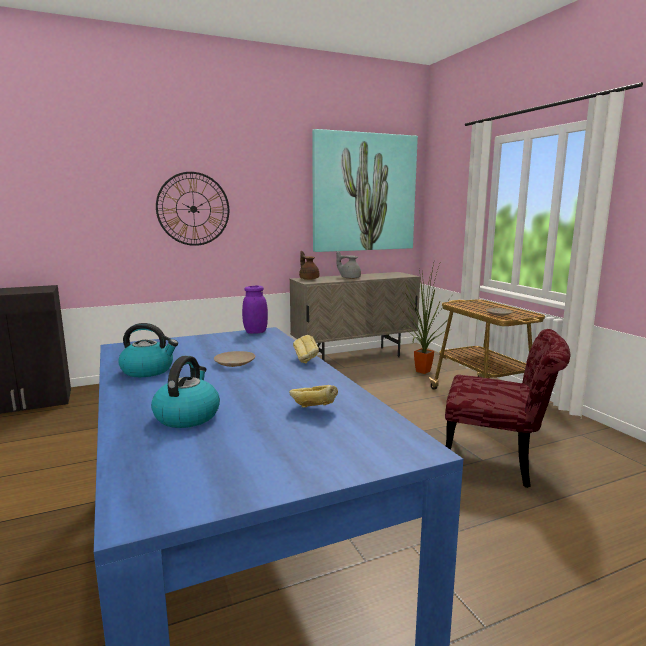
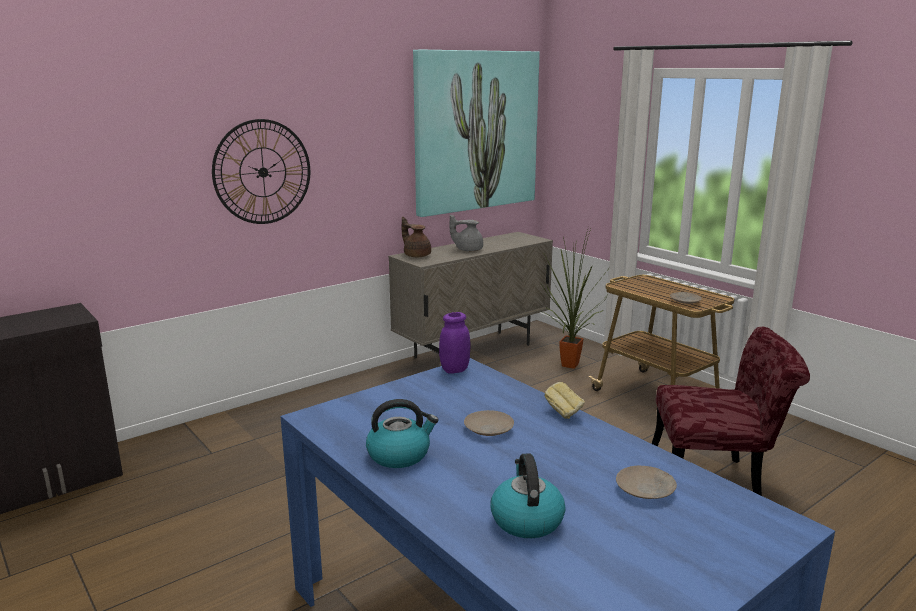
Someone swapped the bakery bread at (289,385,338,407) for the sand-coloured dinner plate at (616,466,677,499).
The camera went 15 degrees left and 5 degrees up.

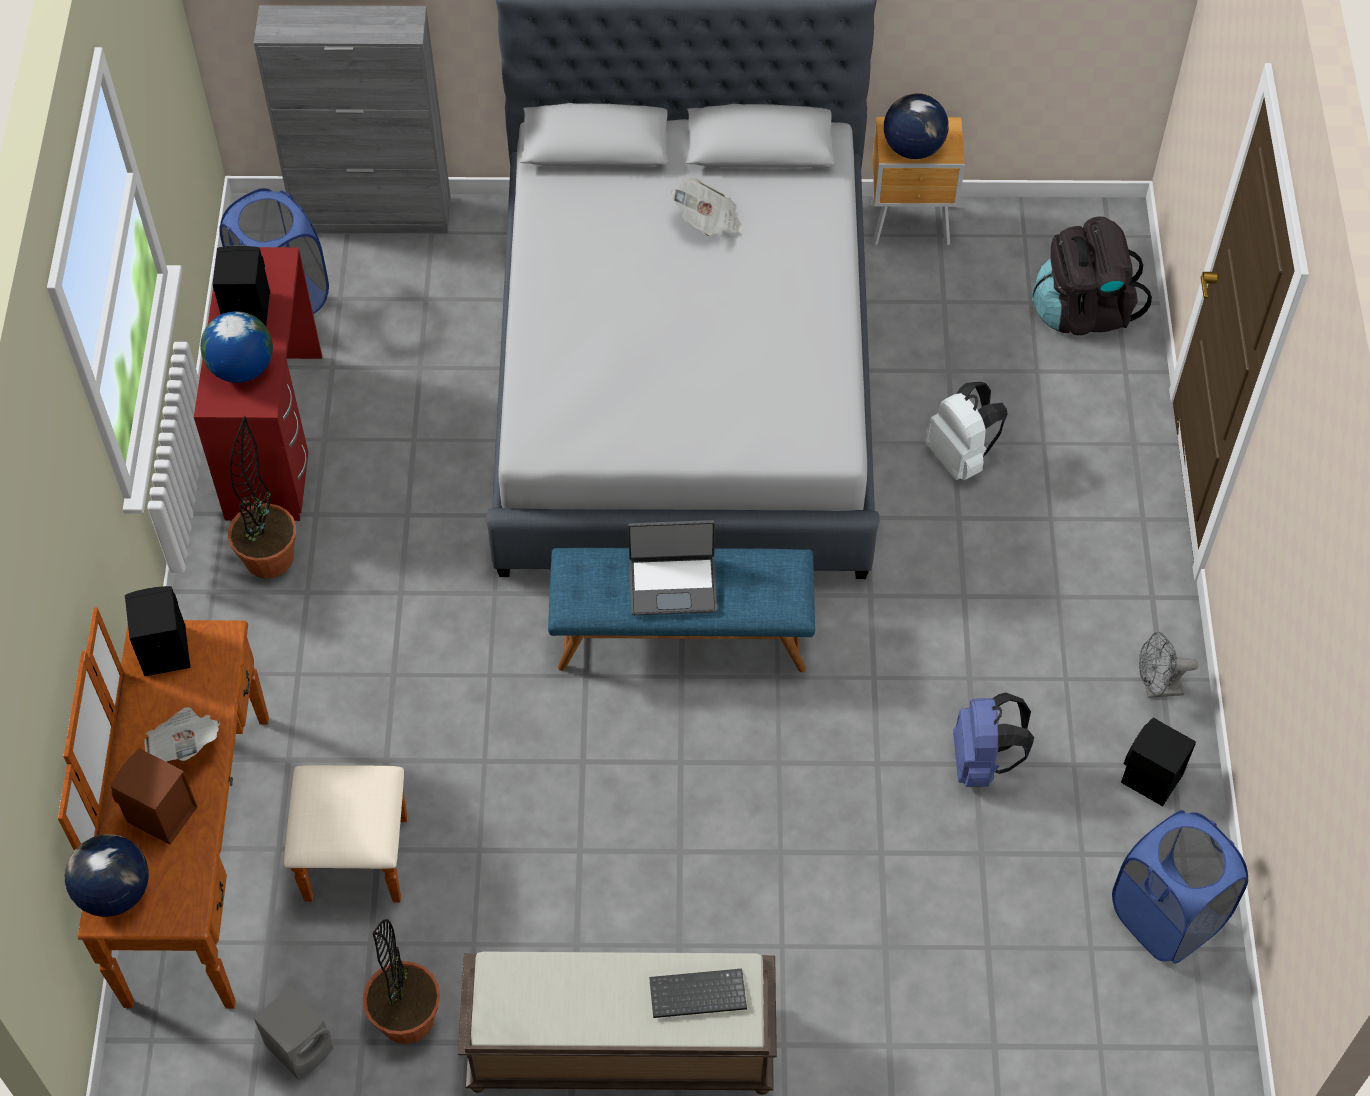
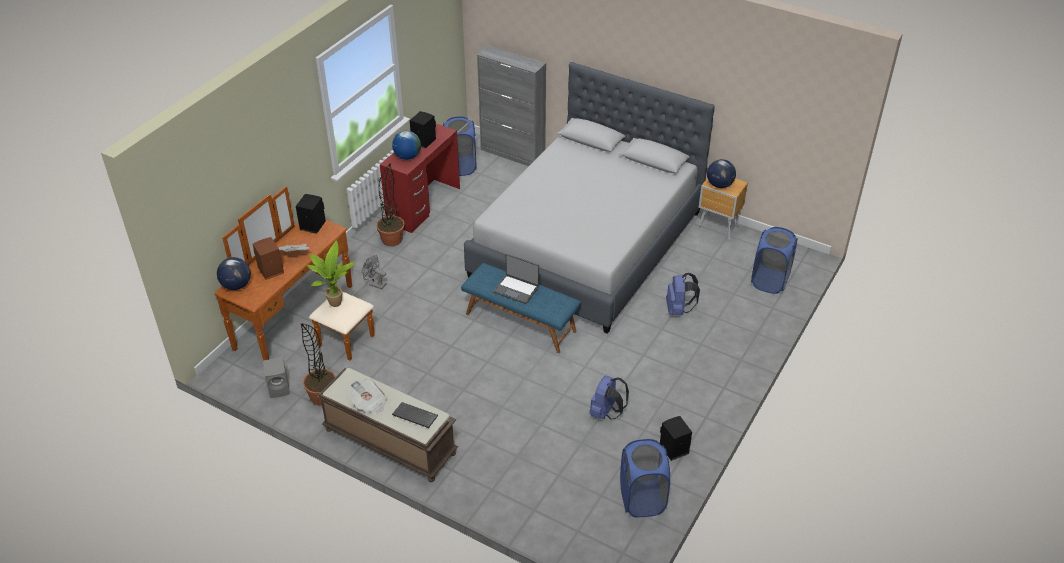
Someone carried the daily paper from (671,178,744,237) to (349,379,387,415).
Someone repainted the white-coloured backpack at (925,382,1008,480), which became the blue backpack at (666,273,700,315).
Someone swapped the blackish backpack at (1032,217,1152,335) for the blue hamper at (751,227,797,294).
Someone carried the grey cooling fan from (1139,632,1199,698) to (362,255,387,289).
Someone put down the plant in a pot at (306,240,356,307).
The camera went 30 degrees right and 15 degrees down.

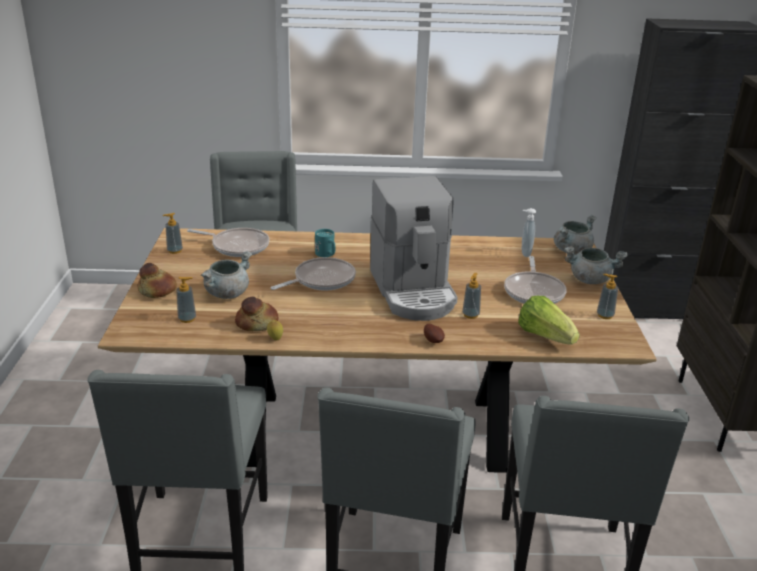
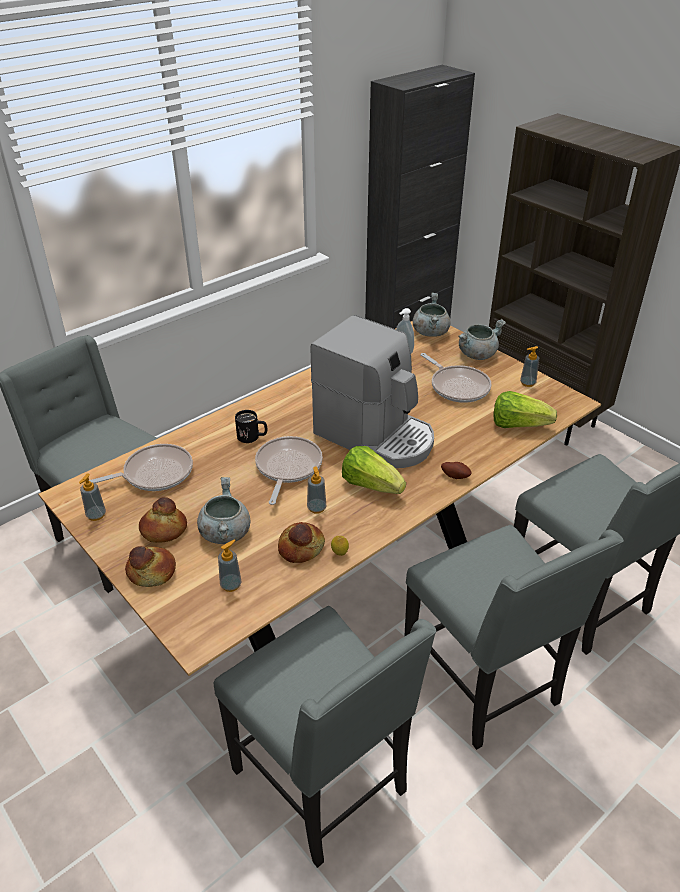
Someone repainted the blue-green mug at (315,229,335,257), which became the blackish mug at (235,410,267,443).
Someone carried the liquid soap bottle from (462,273,481,319) to (307,466,326,514).
Someone put down the bakery bread at (139,497,187,543).
Someone put down the lettuce head at (342,446,406,494).
The camera went 40 degrees left and 10 degrees up.

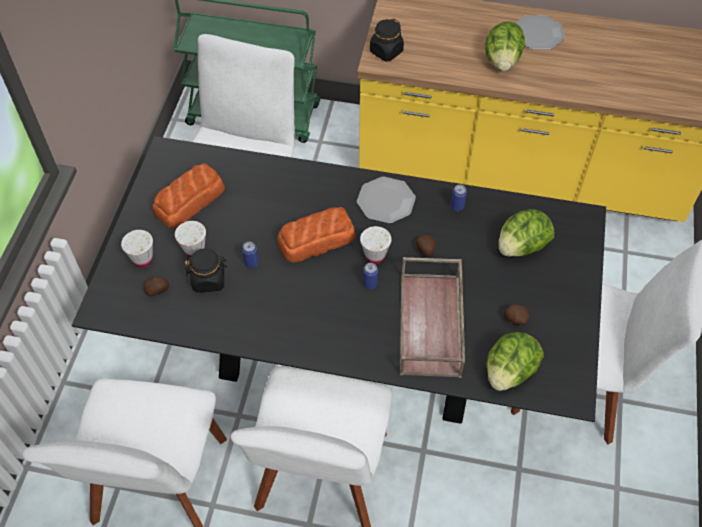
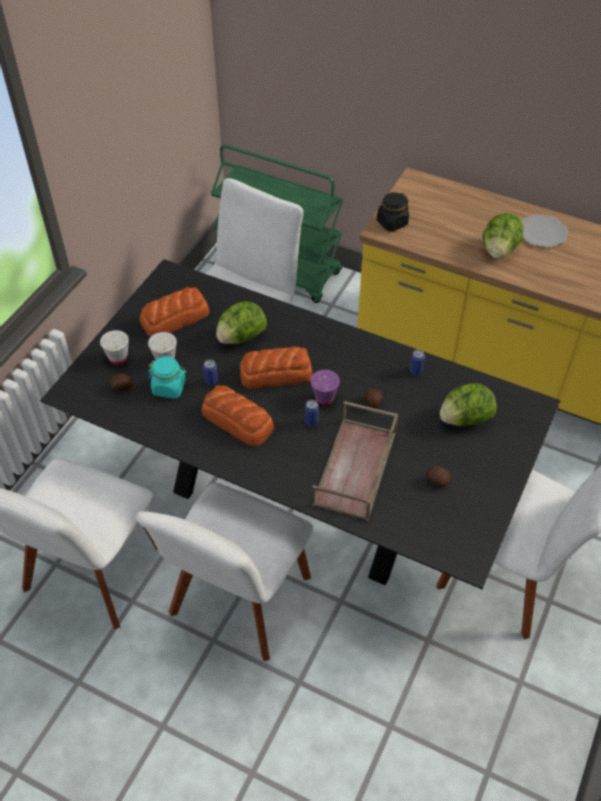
Someone repainted the blackish storage jar at (185,248,227,292), which became the blue-green storage jar at (148,356,186,399).
Someone took away the dinner plate at (357,177,416,223).
Someone repainted the white-coloured drinking cup at (360,226,392,264), which became the purple-coloured drinking cup at (310,369,340,405).
Someone carried the lettuce head from (486,332,544,391) to (216,301,267,344).
Someone put down the bakery bread at (202,385,274,446).
The camera went 15 degrees right and 5 degrees down.

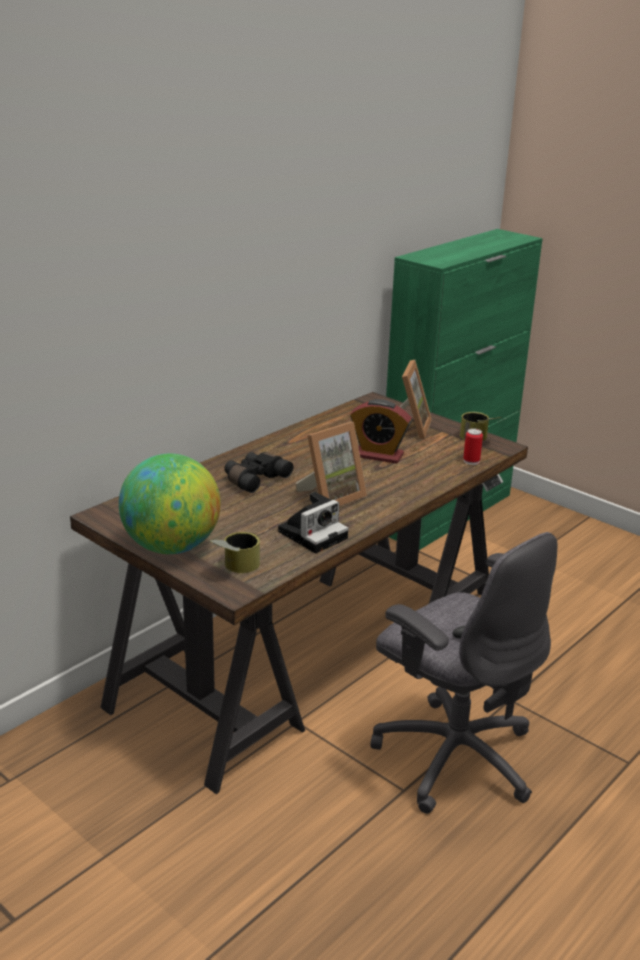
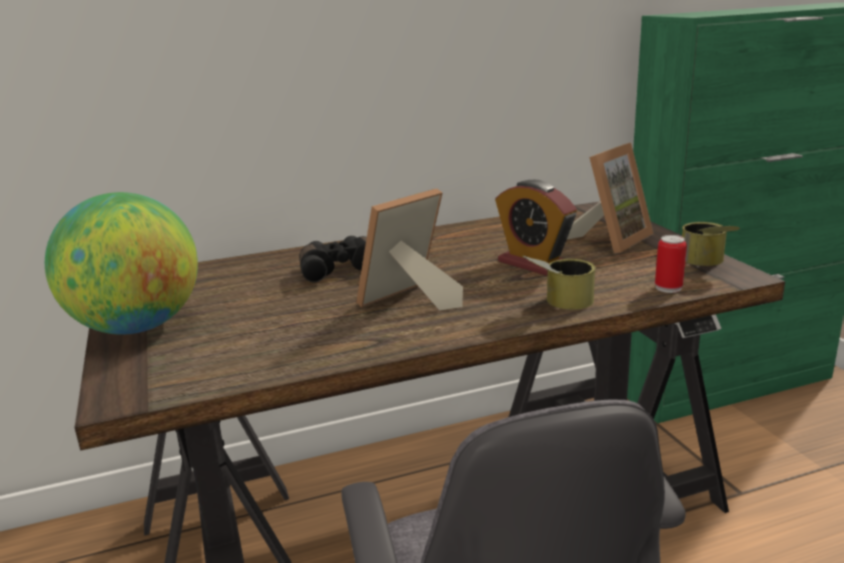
Someone carried the sealed can from (210,532,260,573) to (522,256,596,310).
Someone took away the photo camera at (278,492,349,553).
Someone rotated the photo frame at (296,422,367,507) by 150 degrees clockwise.
The camera went 30 degrees right and 5 degrees down.

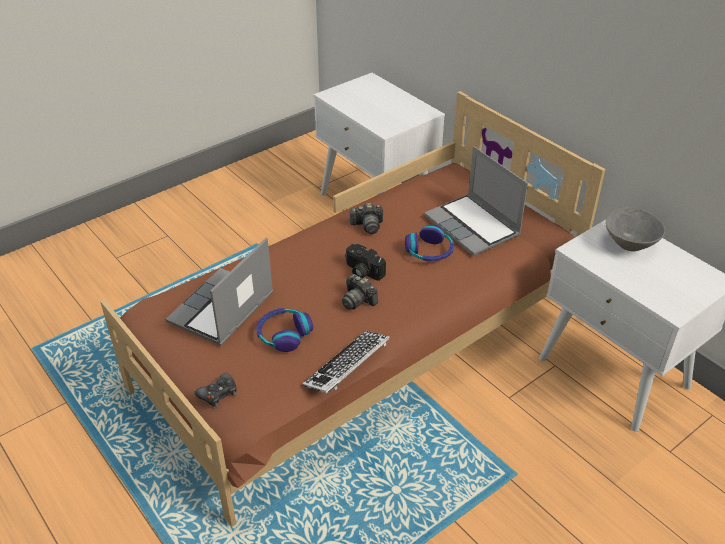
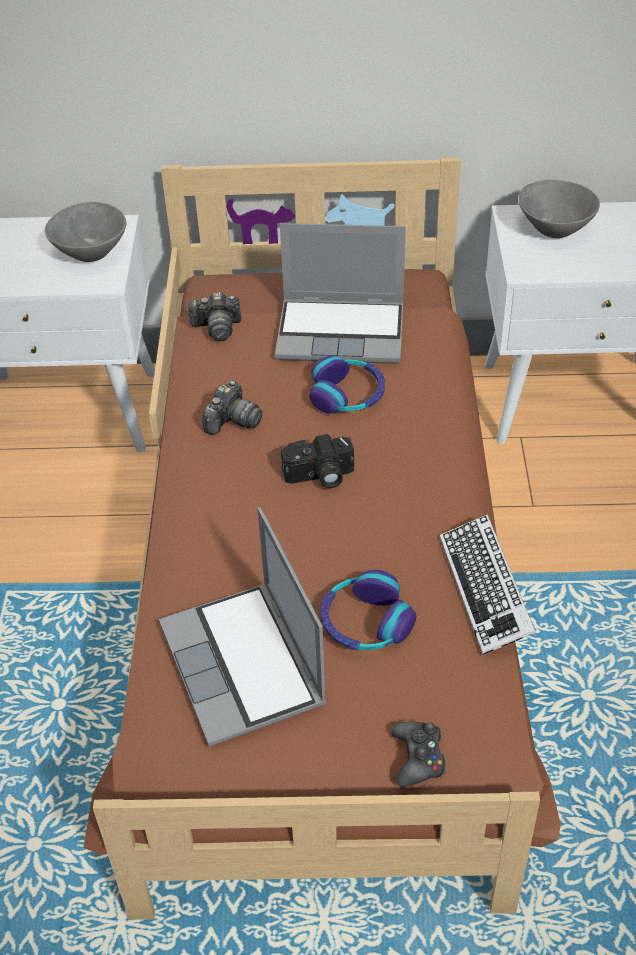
Someone carried the photo camera from (342,274,378,310) to (187,292,241,341).
Someone put down the grey bowl at (45,202,126,262).
The camera went 50 degrees left and 5 degrees up.

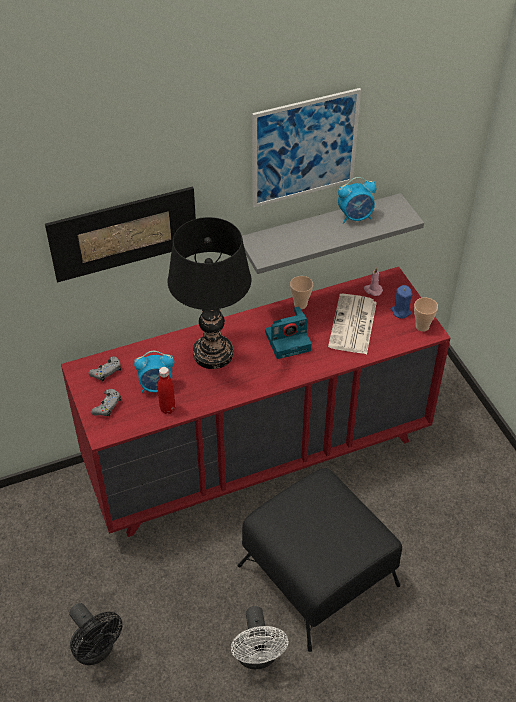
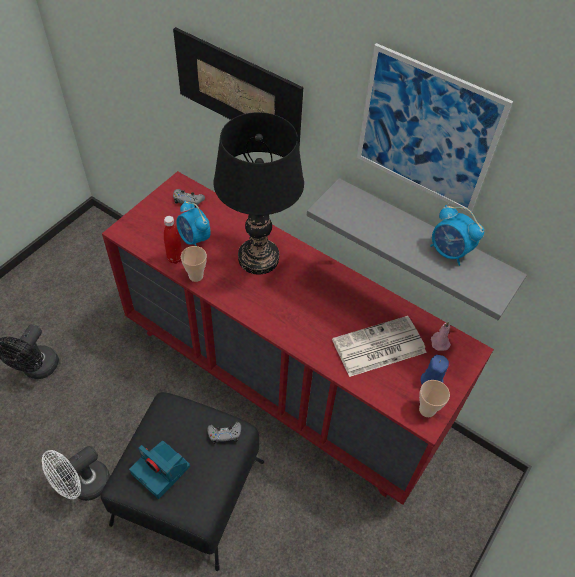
Someone carried the grey gamepad from (91,389,121,416) to (207,422,241,444).
Someone carried the photo camera from (265,306,312,359) to (129,441,190,499).
Someone carried the drinking cup from (290,276,313,309) to (181,246,207,282).
The camera went 55 degrees right and 5 degrees up.

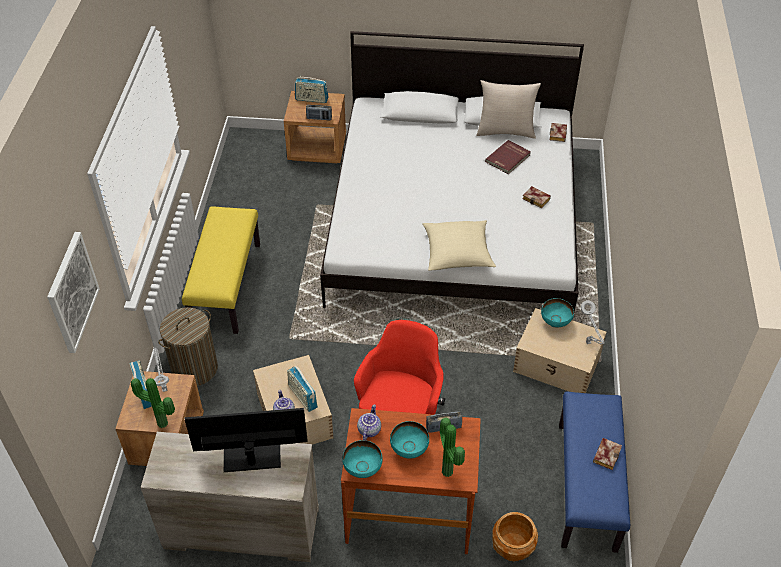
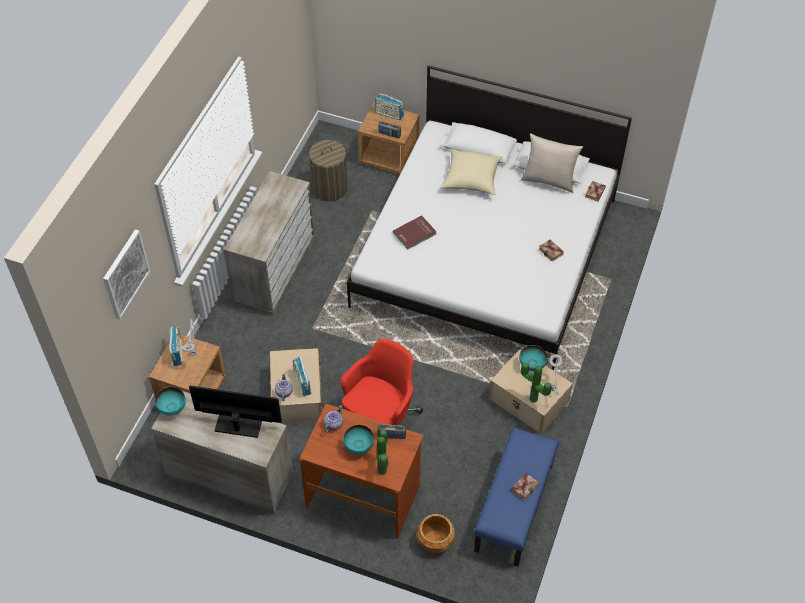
Someone carried the plant in a pot from (131,378,175,428) to (521,362,552,403).
Someone carried the hamper from (158,307,218,386) to (306,140,348,201).
Someone swapped the yellow long seat at (182,206,260,334) for the sand-coloured dresser at (223,171,314,316).
Someone carried the blue-green bowl from (342,440,382,478) to (155,387,186,416).
Someone carried the sand-coloured throw pillow from (422,220,496,271) to (441,149,502,195).
Someone carried the red-coloured volume from (485,140,531,174) to (393,215,437,249).
The camera went 15 degrees right and 5 degrees up.

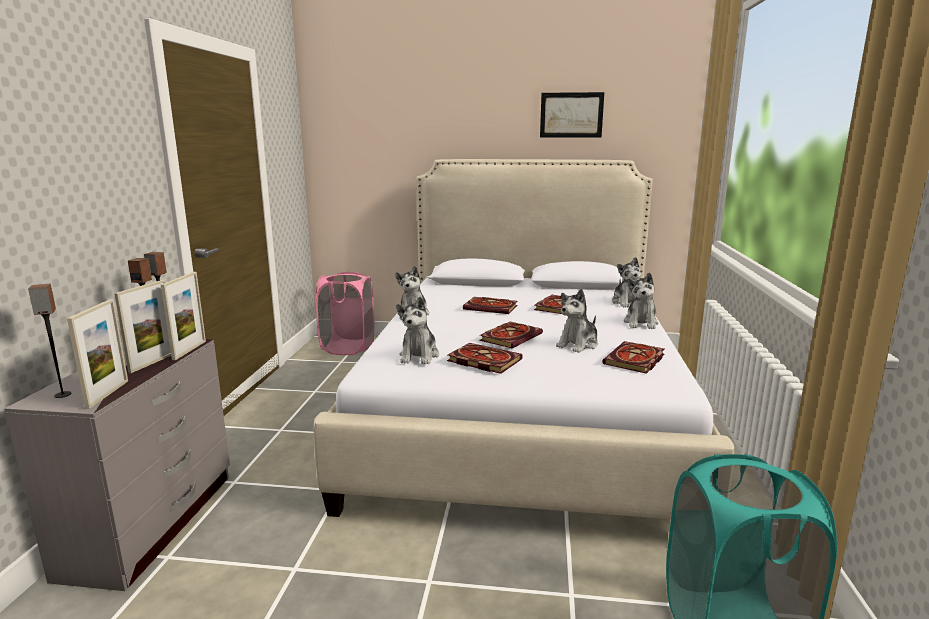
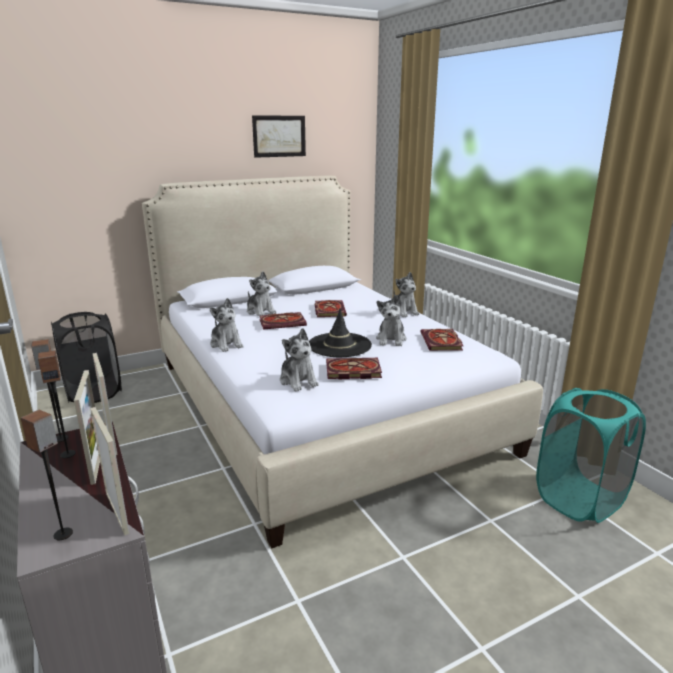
Someone repainted the pink-coloured hamper at (316,272,374,355), which became the blackish hamper at (51,312,122,403).
Someone swapped the volume at (479,322,543,349) for the blackish clothing hat at (309,308,372,357).
Someone carried the cuddly toy from (612,257,641,308) to (247,271,277,316).
The camera went 35 degrees left and 5 degrees up.

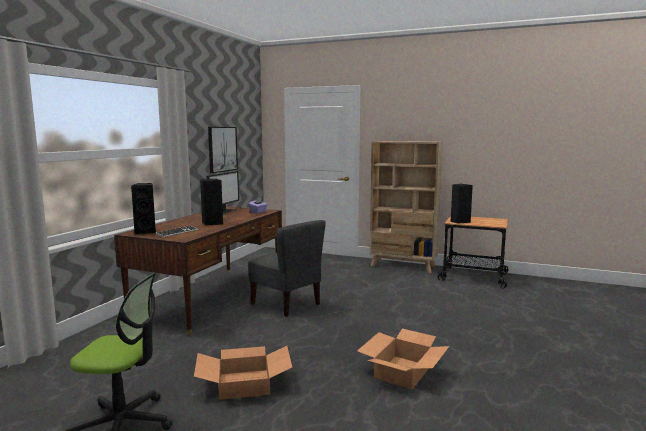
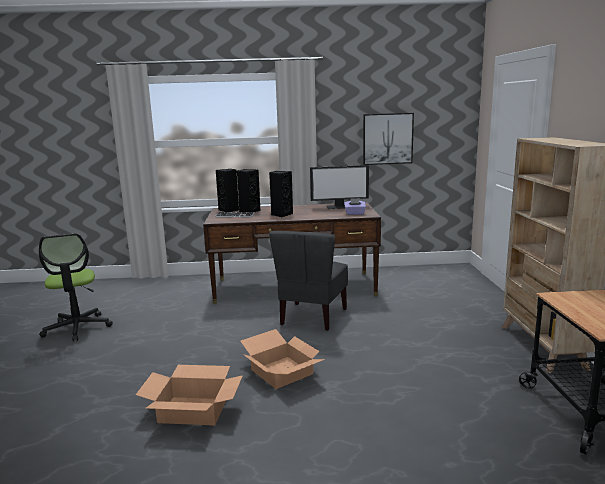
Someone carried the carton from (194,346,292,400) to (241,329,325,389).
Someone carried the blackish audio speaker from (451,184,473,224) to (237,169,260,212).
The camera went 65 degrees right and 5 degrees up.

